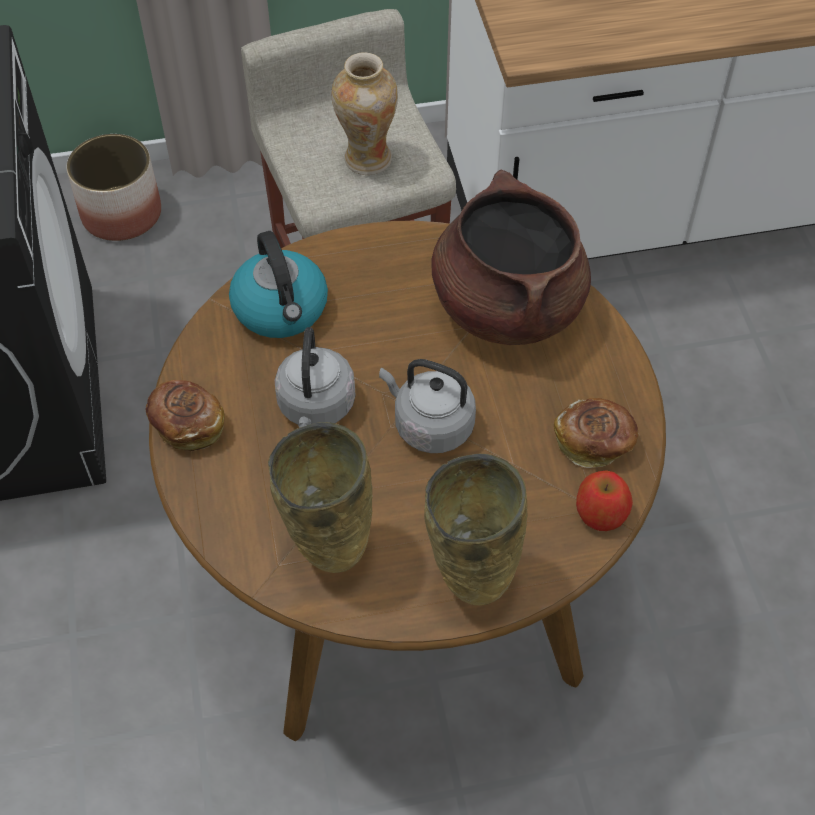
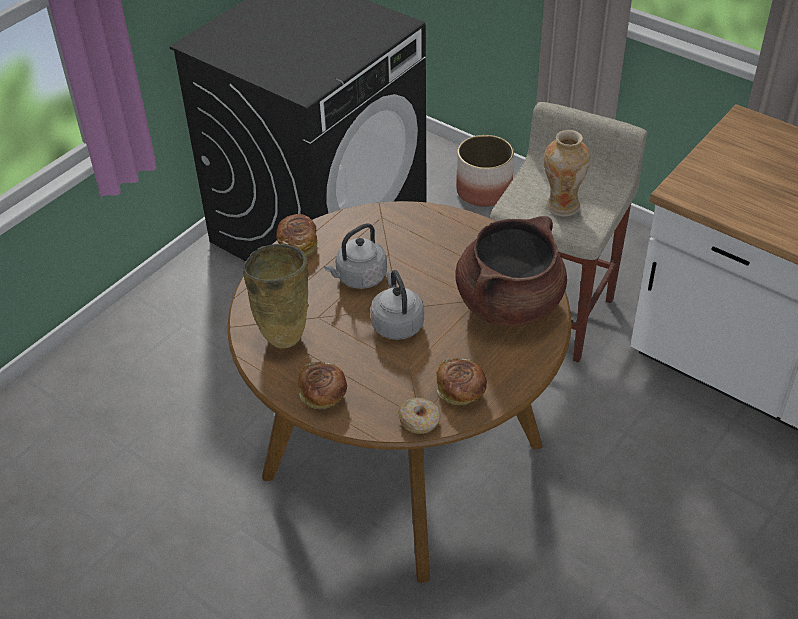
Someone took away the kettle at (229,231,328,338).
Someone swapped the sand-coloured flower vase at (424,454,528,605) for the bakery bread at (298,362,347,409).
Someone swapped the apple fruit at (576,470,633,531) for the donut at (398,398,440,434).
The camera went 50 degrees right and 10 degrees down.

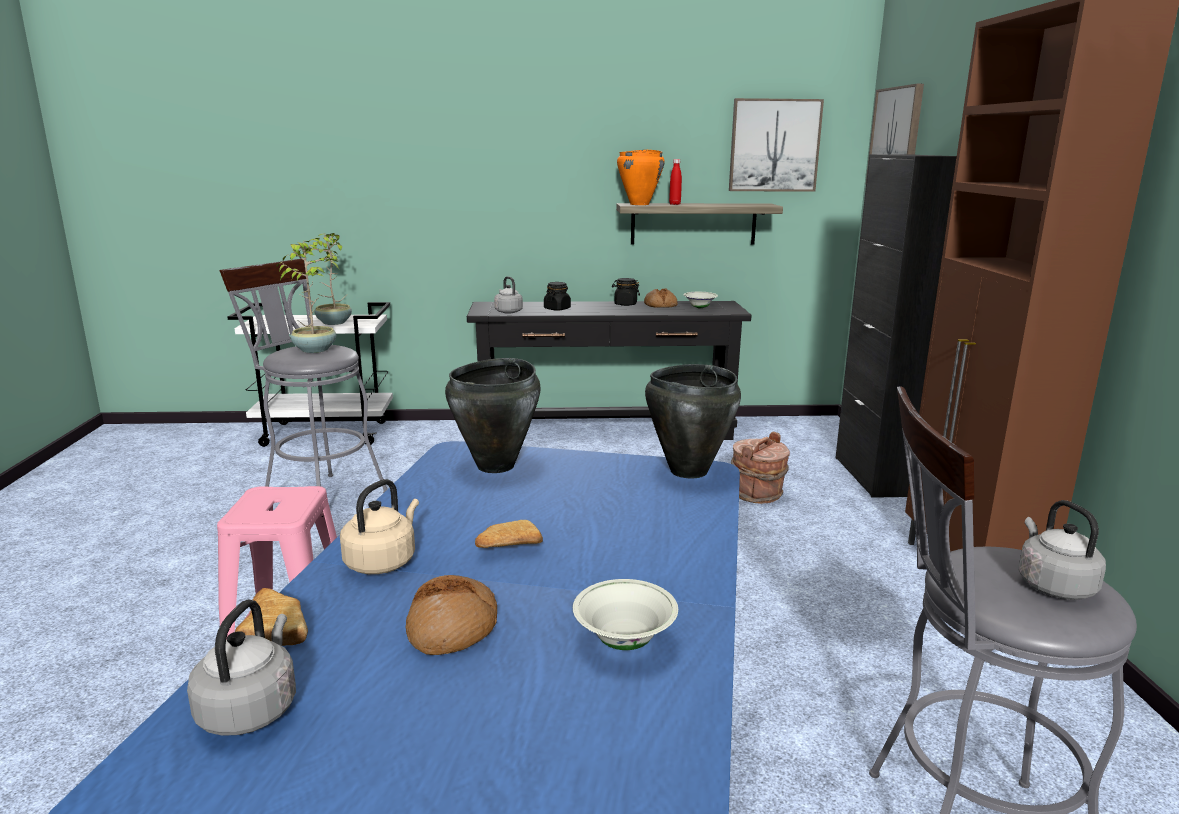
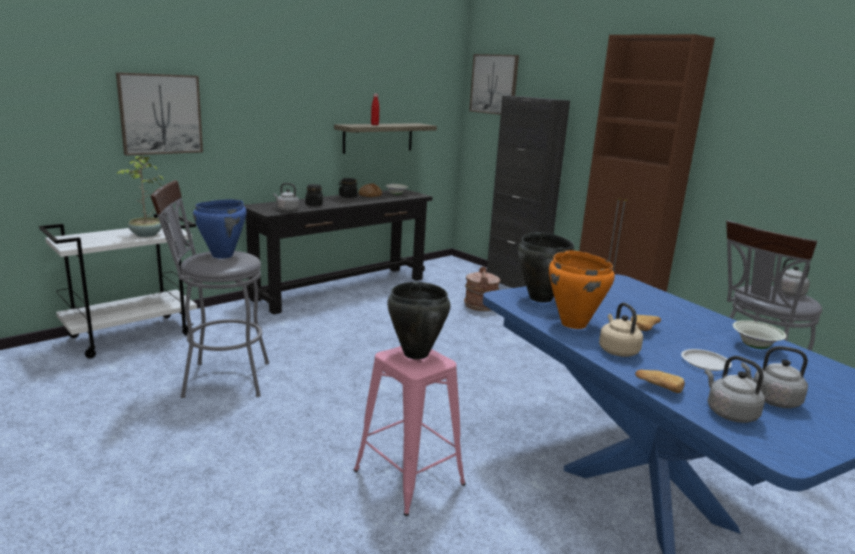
Someone swapped the plant in a pot at (276,241,336,353) for the blue stockpot at (193,199,246,259).
Someone swapped the bakery bread at (406,575,497,655) for the white-coloured dinner plate at (681,349,732,371).
Someone carried the orange-coloured stockpot from (617,149,665,205) to (549,250,615,329).
Someone carried the blackish stockpot from (645,364,741,479) to (387,282,450,359).
Someone carried the wall art from (729,98,824,192) to (116,72,203,156).
Someone put down the grey kettle at (741,346,808,408).
The camera went 40 degrees left and 0 degrees up.

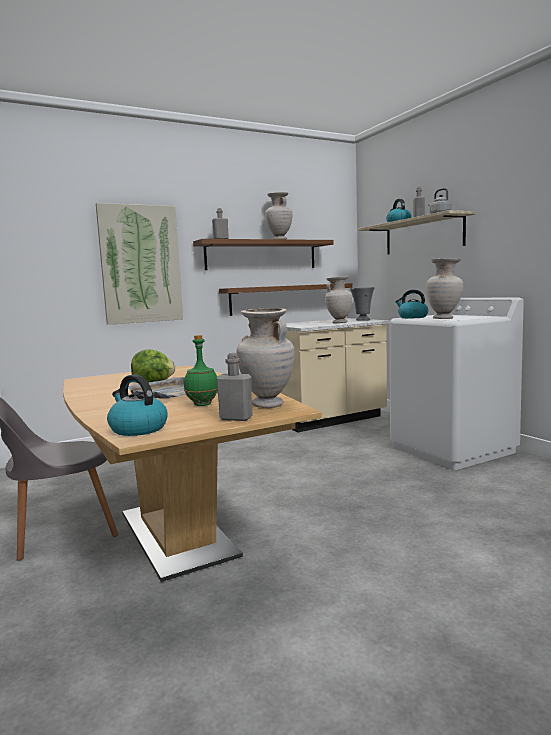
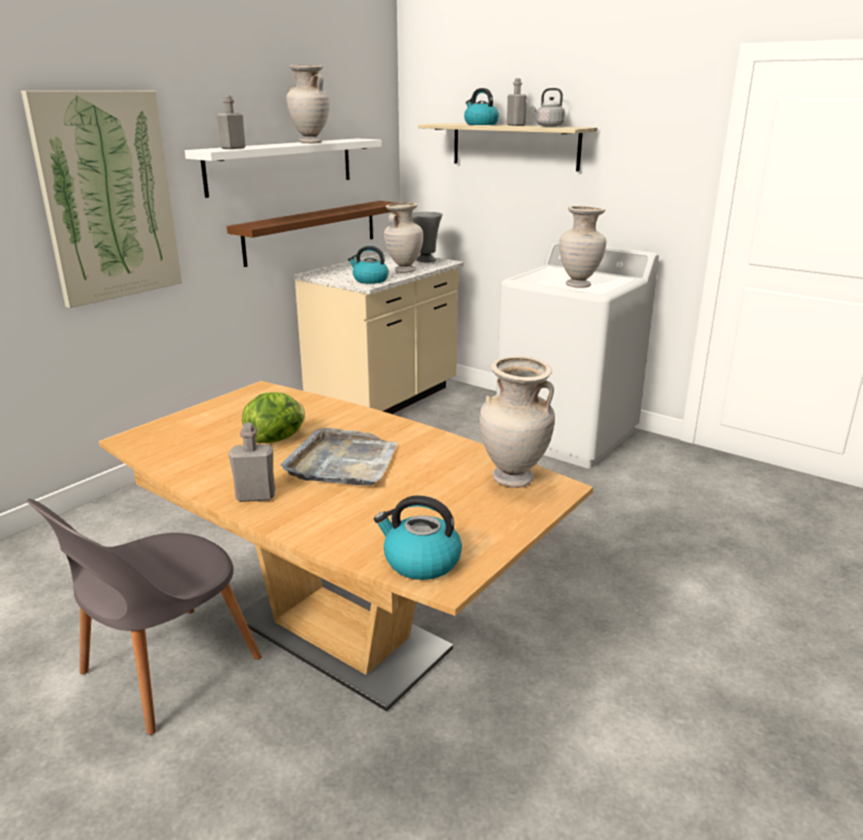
Someone took away the greenish drink bottle at (184,335,218,406).
Someone repainted the brown bracket shelf at (193,239,334,270), which became the white-coloured bracket shelf at (185,138,382,198).
Someone carried the grey drink bottle from (216,353,253,421) to (228,423,275,502).
Someone carried the kettle from (396,290,428,318) to (348,246,389,284).
The camera went 25 degrees left and 15 degrees up.

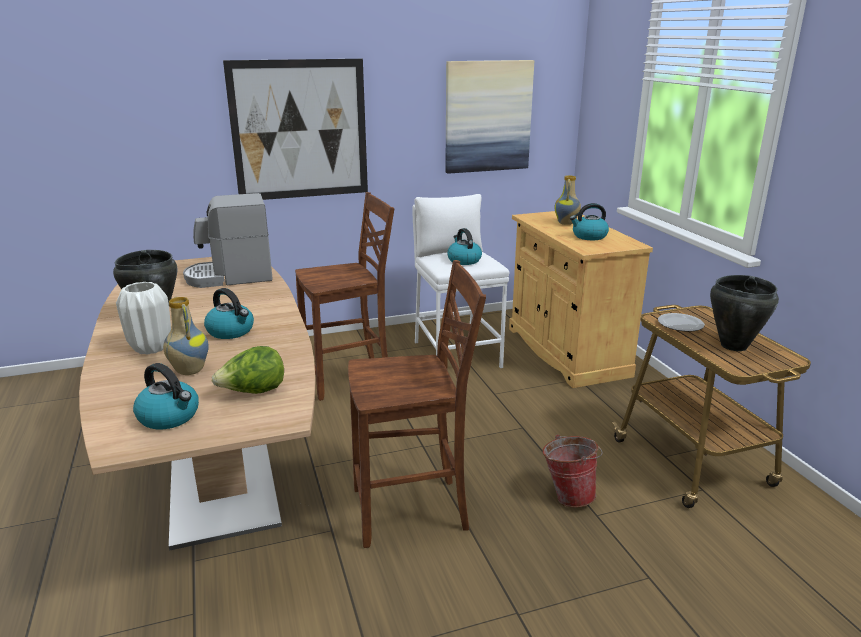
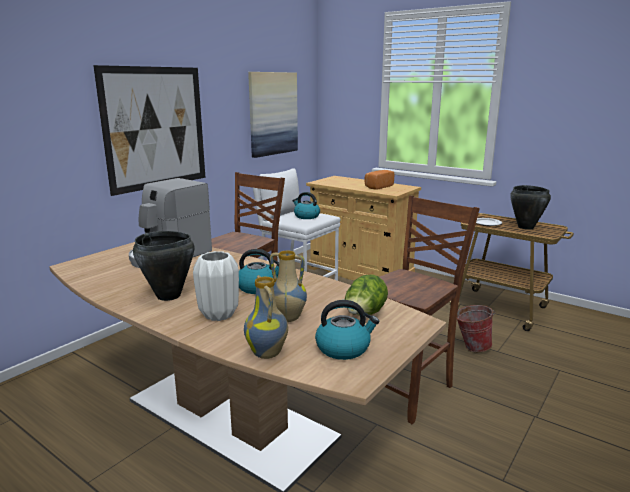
Someone carried the flower vase from (554,175,581,225) to (244,275,288,359).
Someone swapped the kettle at (570,203,609,240) for the bakery bread at (364,170,394,190).
The camera went 35 degrees left and 5 degrees down.

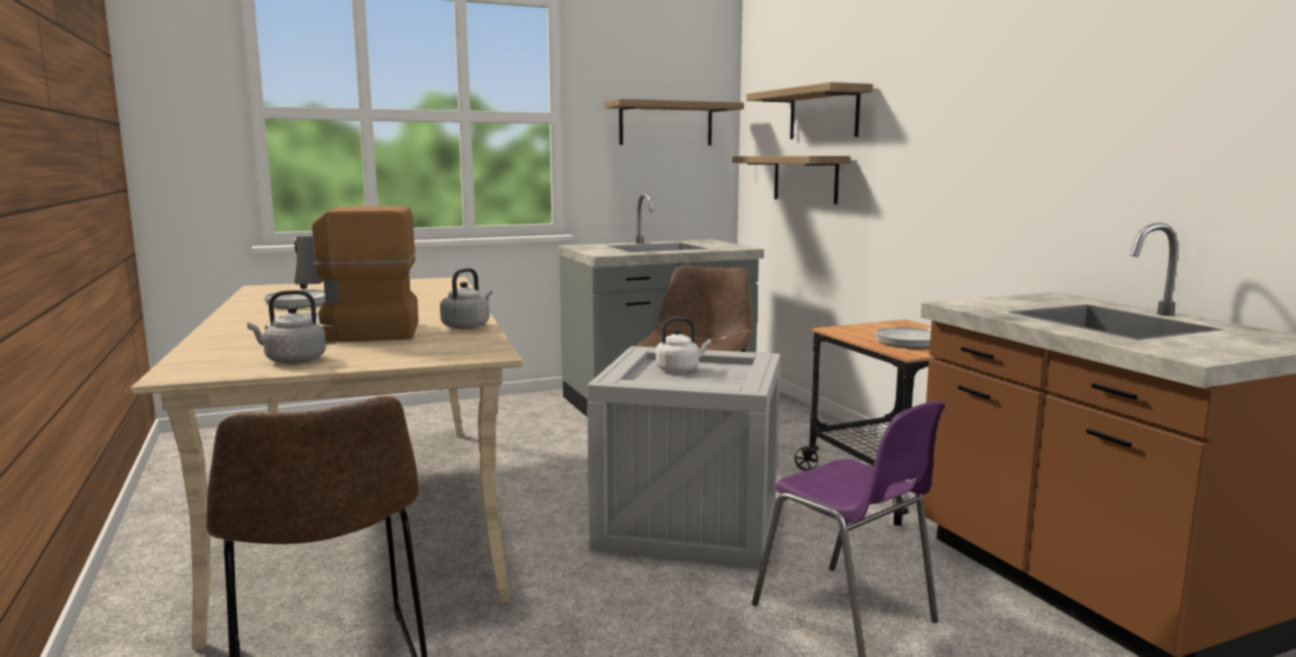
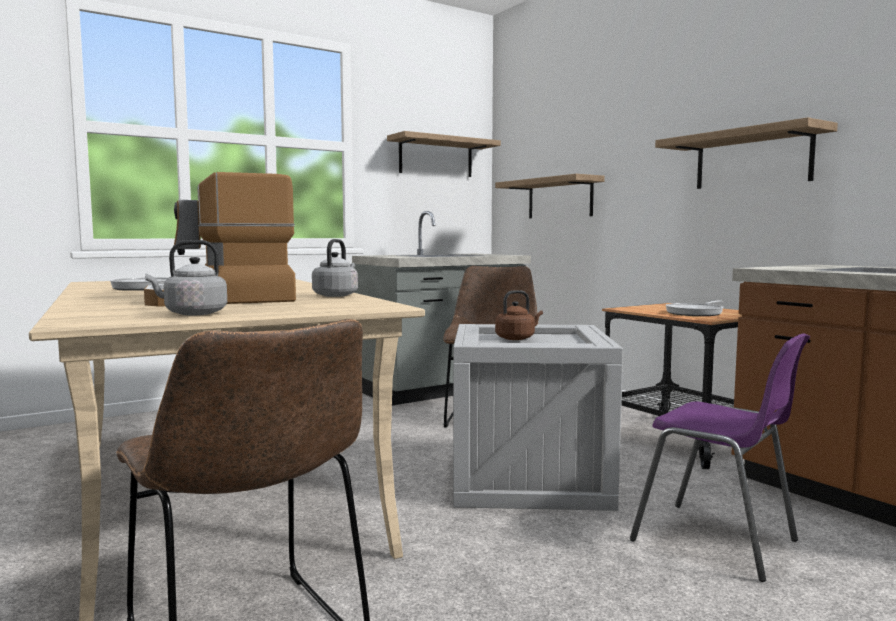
Someone repainted the white-coloured kettle at (655,317,711,373), which became the brown kettle at (495,290,543,340).
Someone carried the bracket shelf from (746,82,873,139) to (655,117,838,189).
The camera went 10 degrees left and 5 degrees down.

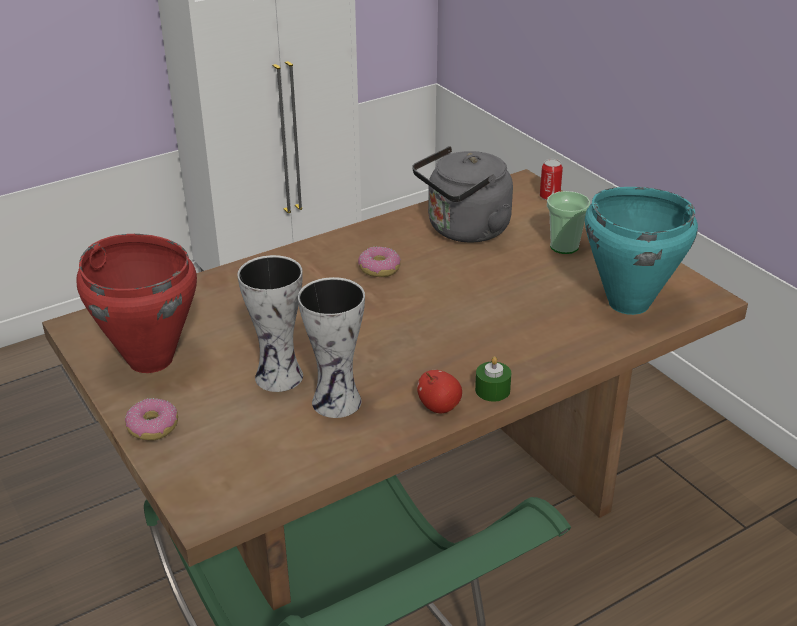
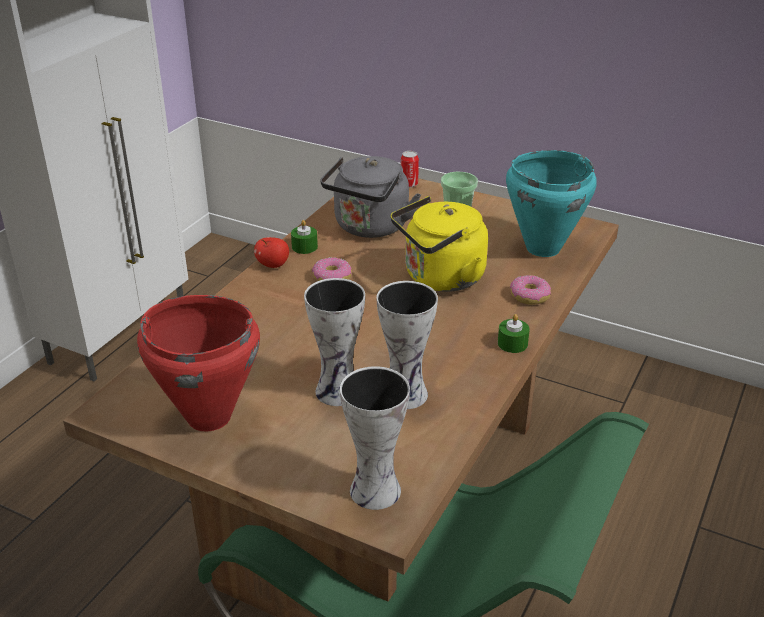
Someone carried the donut from (125,398,178,441) to (510,275,551,305).
Someone carried the apple fruit from (417,370,462,413) to (254,237,289,268).
Someone put down the greenish candle at (291,220,318,254).
Someone put down the flower vase at (340,366,410,510).
Someone put down the yellow kettle at (391,196,488,292).
The camera went 30 degrees left and 0 degrees up.

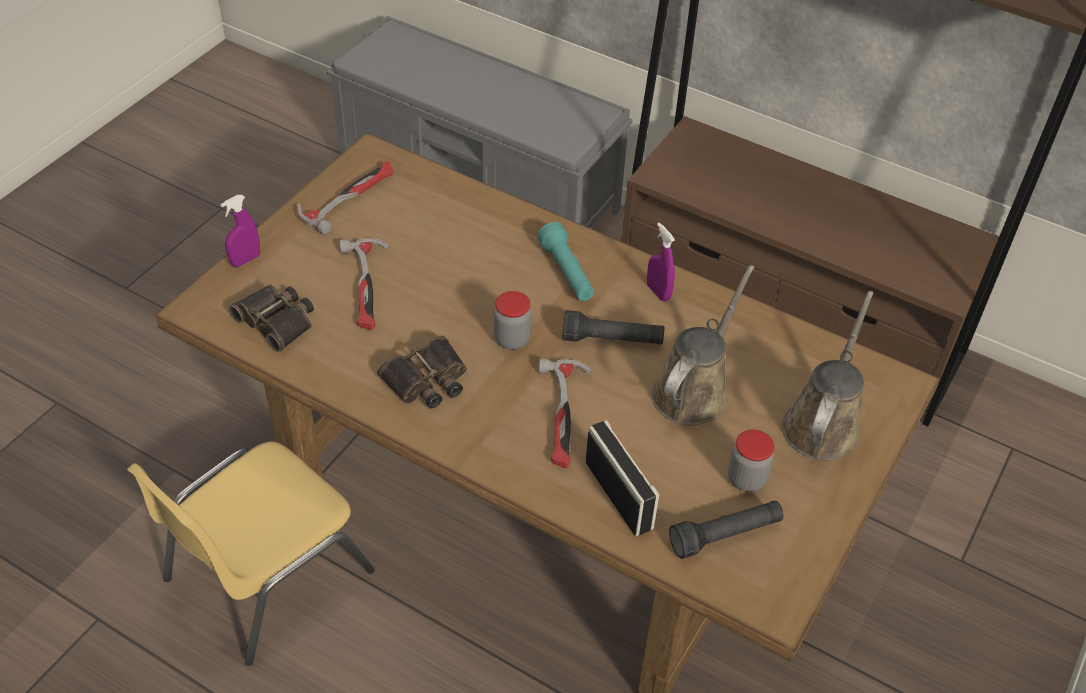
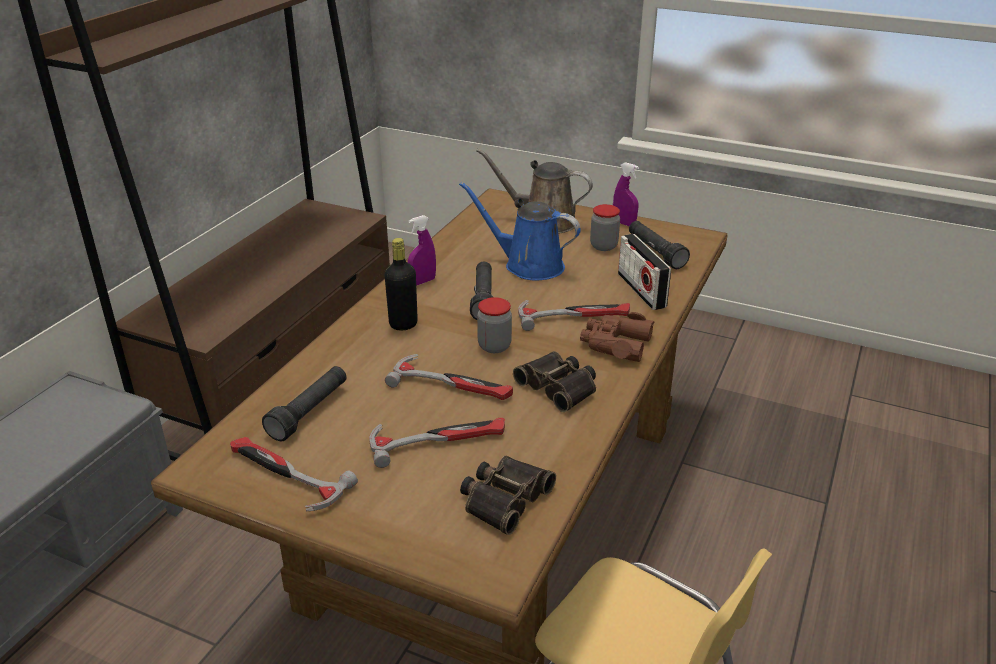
Someone carried the purple-coloured sprayer from (220,195,260,267) to (613,162,639,226).
Someone swapped the blue-green flashlight at (537,222,594,301) for the blackish drink bottle at (384,238,418,330).
Someone rotated the radio receiver at (586,420,659,536) by 75 degrees counterclockwise.
Someone repainted the brown sprinkling can at (652,265,755,426), which became the blue sprinkling can at (459,182,581,280).
Someone put down the blackish flashlight at (262,366,347,441).
Someone put down the hand hammer at (385,354,513,400).
Someone put down the brown field glasses at (580,312,654,362).
The camera went 95 degrees left and 15 degrees down.

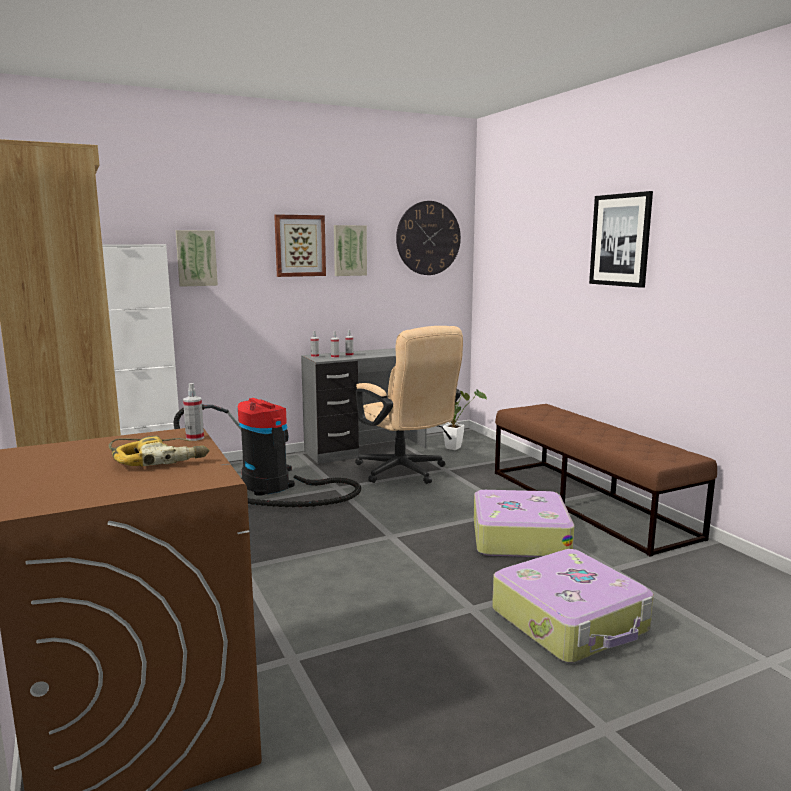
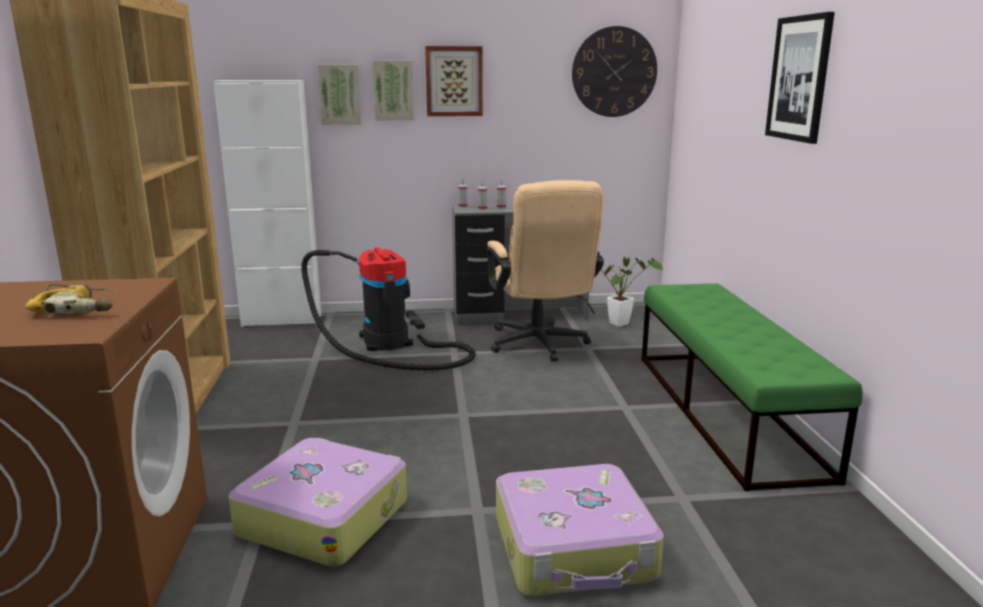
Someone took away the sprayer at (183,383,204,441).
Someone carried the wall art from (334,225,367,276) to (373,61,414,120).
Someone carried the suitcase from (474,490,575,557) to (228,438,407,567).
Someone repainted the brown long seat at (495,404,717,557), which became the greenish long seat at (642,283,863,491).
The camera went 20 degrees right and 5 degrees up.

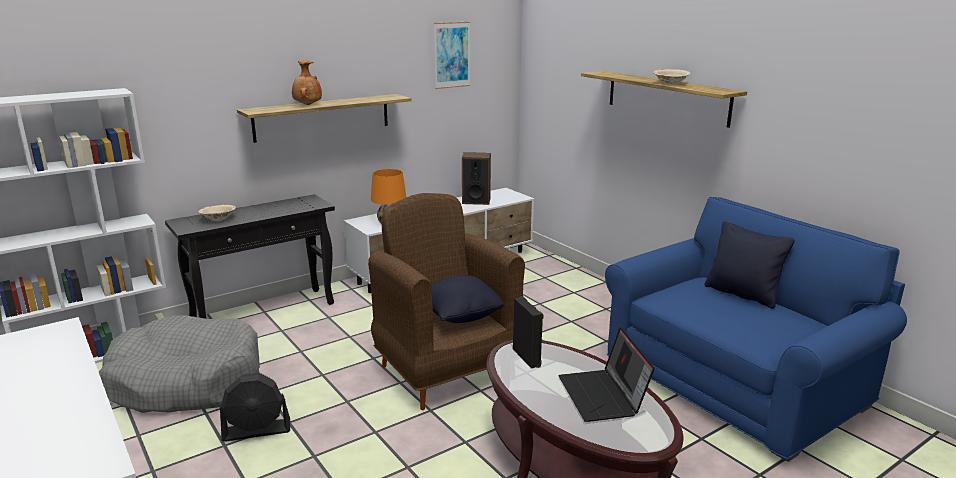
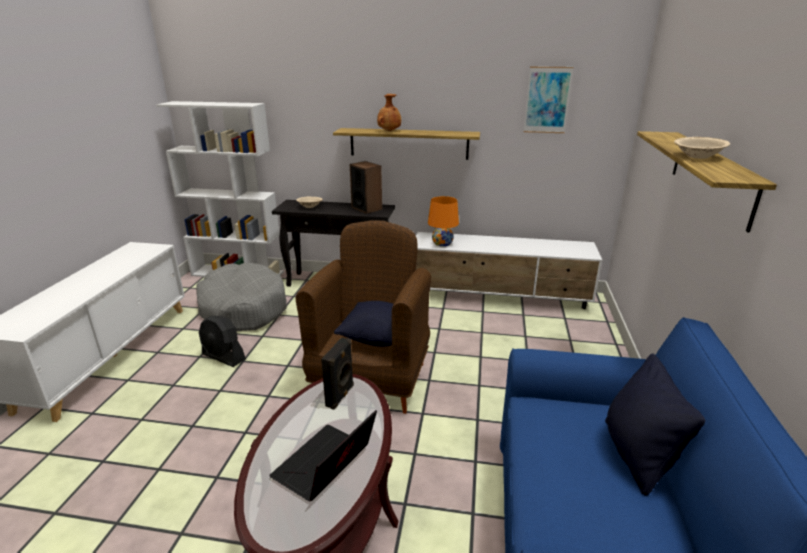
Someone carried the audio speaker from (462,152,491,205) to (350,161,382,214).
The camera went 45 degrees right and 5 degrees up.

